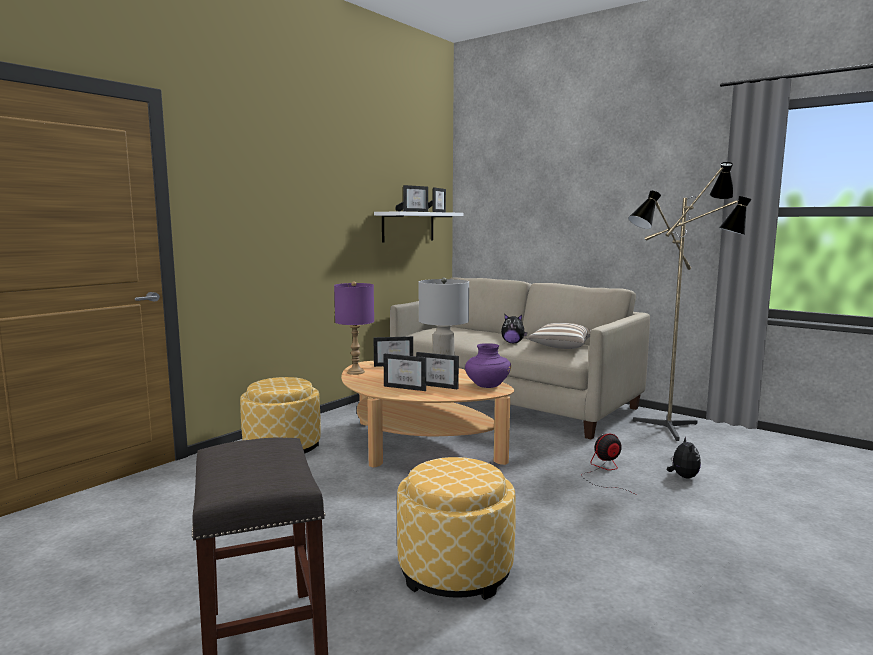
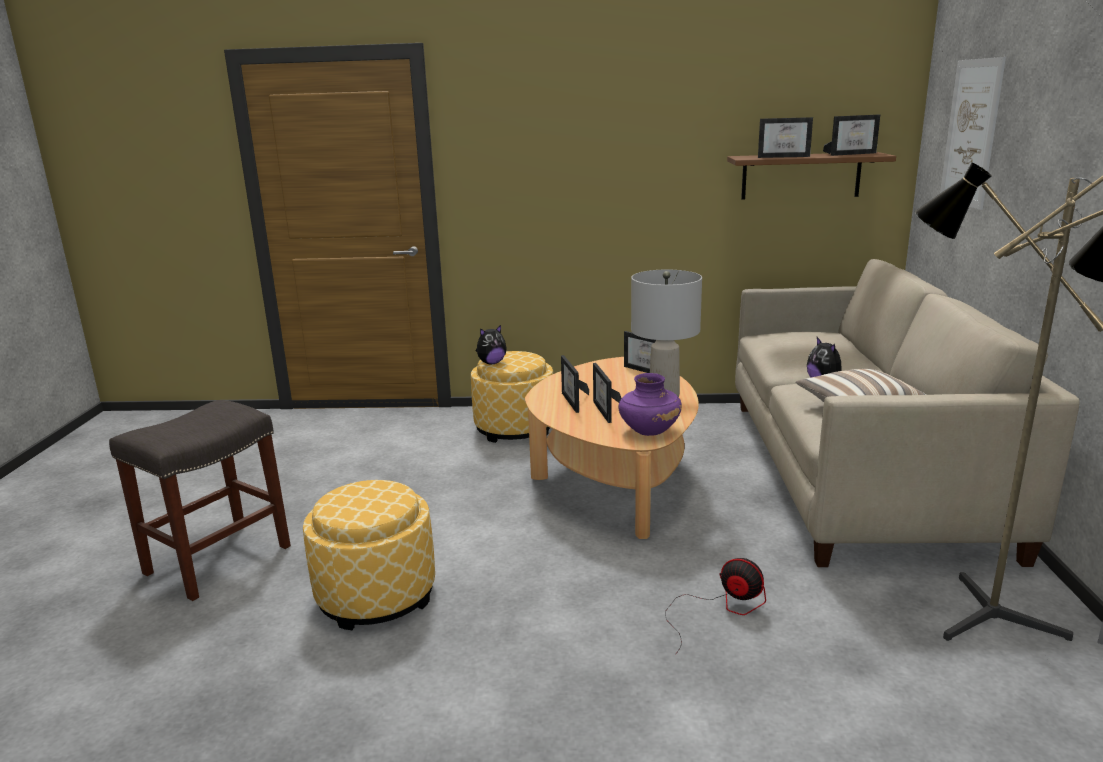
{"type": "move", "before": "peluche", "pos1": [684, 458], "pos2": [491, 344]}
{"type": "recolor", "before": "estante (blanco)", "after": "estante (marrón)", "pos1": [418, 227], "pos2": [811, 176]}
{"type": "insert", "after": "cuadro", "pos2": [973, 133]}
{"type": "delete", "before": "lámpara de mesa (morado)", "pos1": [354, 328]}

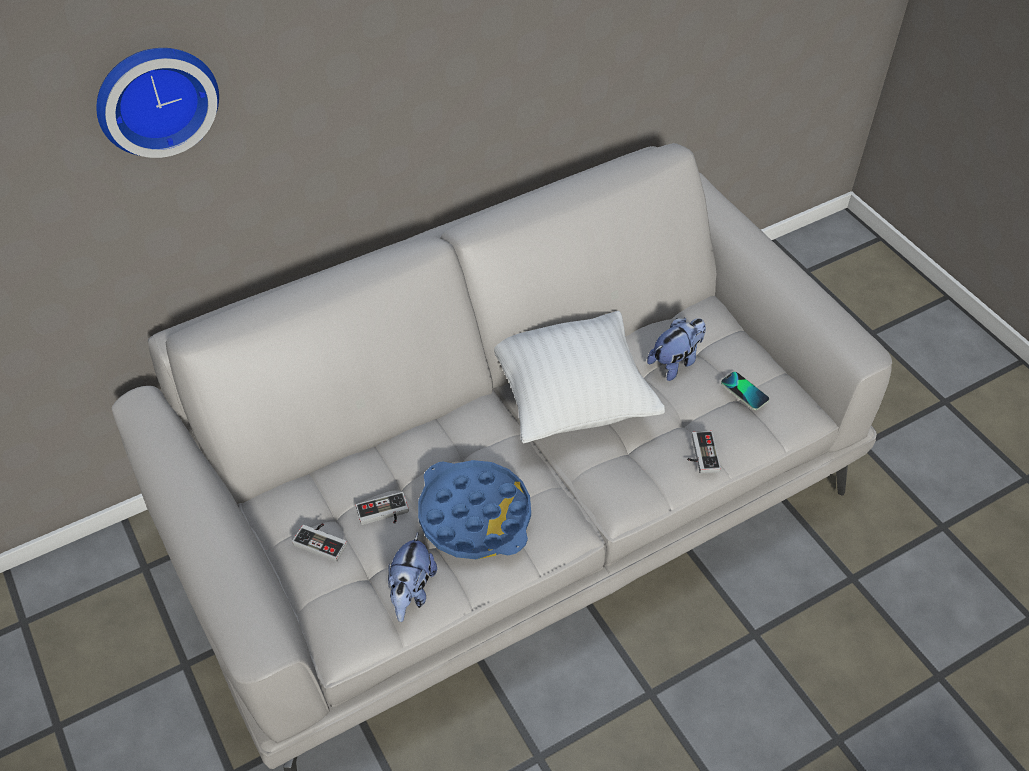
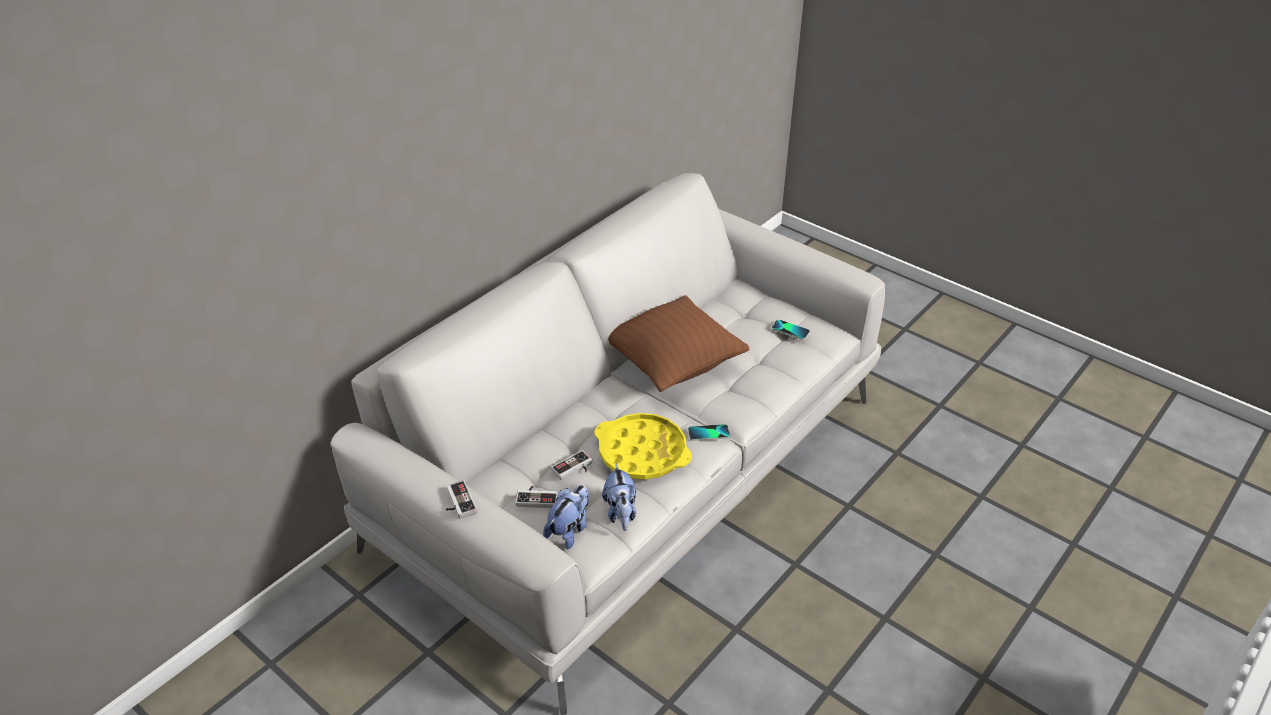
{"type": "move", "before": "mando de consola", "pos1": [704, 452], "pos2": [461, 499]}
{"type": "move", "before": "peluche", "pos1": [676, 349], "pos2": [566, 517]}
{"type": "recolor", "before": "bandeja (azul)", "after": "bandeja (amarillo)", "pos1": [474, 509], "pos2": [643, 446]}
{"type": "recolor", "before": "cojín (blanco)", "after": "cojín (marrón)", "pos1": [579, 377], "pos2": [678, 343]}
{"type": "insert", "after": "móvil", "pos2": [709, 432]}
{"type": "delete", "before": "reloj de pared", "pos1": [158, 103]}

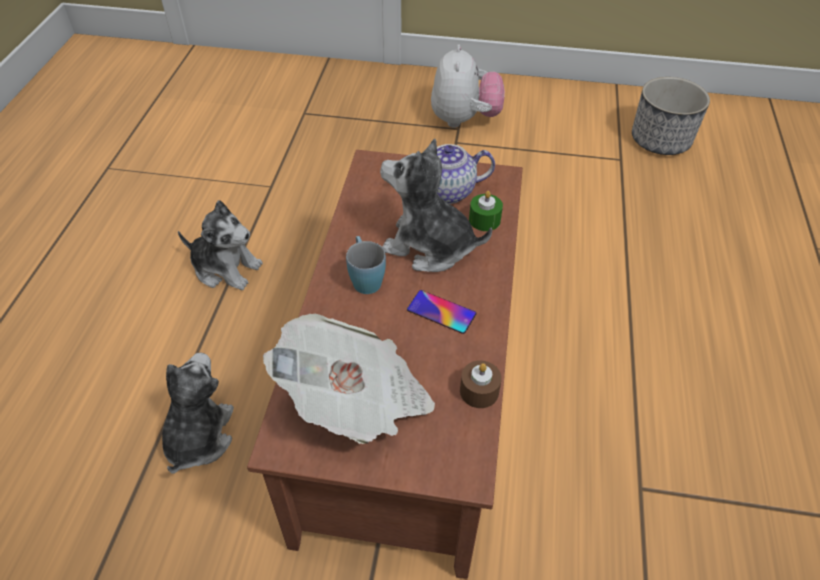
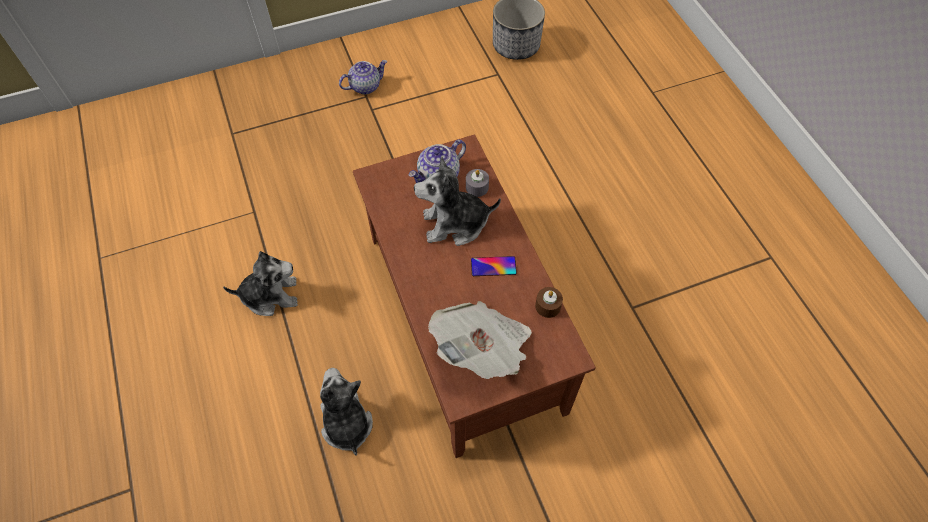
{"type": "replace", "before": "peluche", "after": "tetera", "pos1": [468, 86], "pos2": [363, 77]}
{"type": "recolor", "before": "vela (verde)", "after": "vela (gris)", "pos1": [486, 211], "pos2": [477, 183]}
{"type": "delete", "before": "taza grande (azul)", "pos1": [366, 265]}

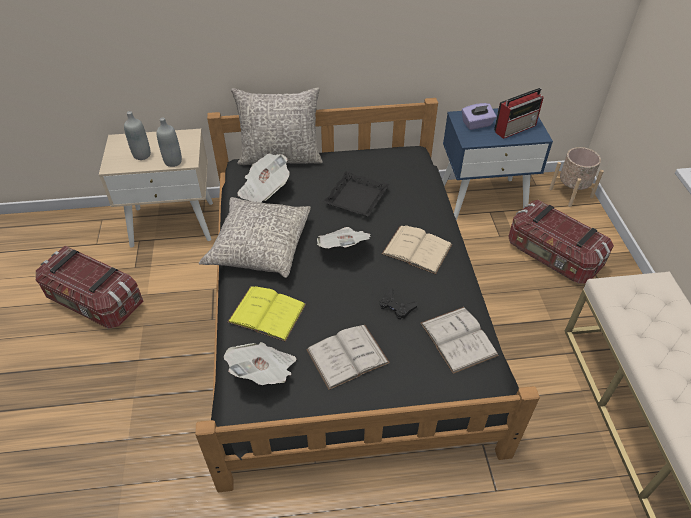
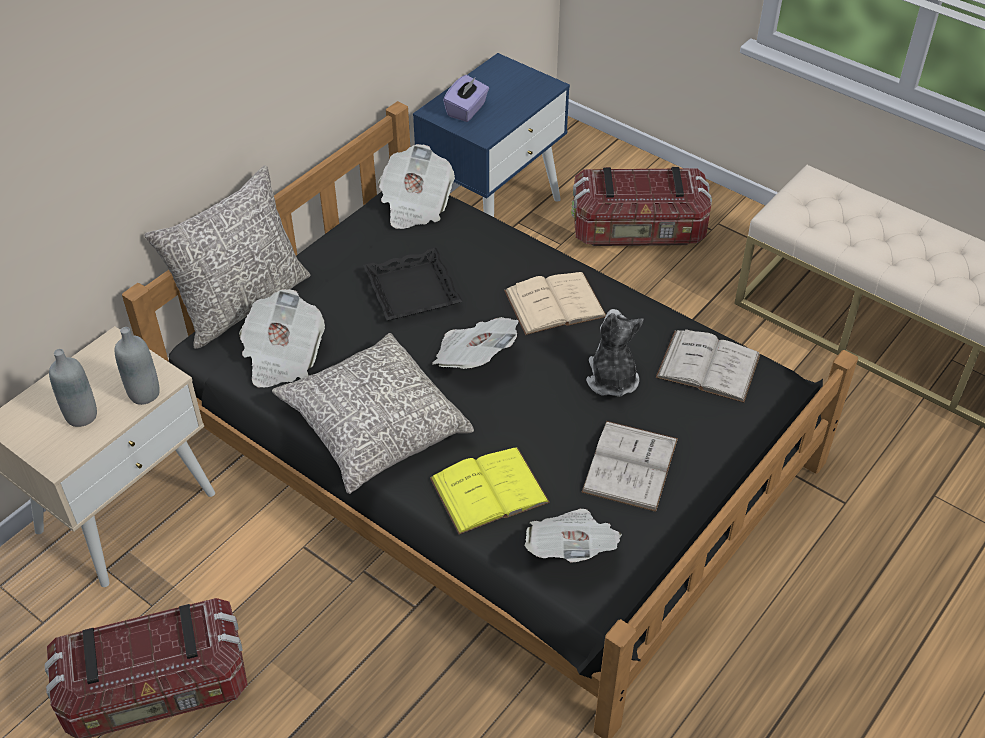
{"type": "insert", "after": "periódico", "pos2": [416, 186]}
{"type": "replace", "before": "mando de consola (negro)", "after": "peluche", "pos1": [398, 303], "pos2": [615, 353]}
{"type": "delete", "before": "radio", "pos1": [519, 113]}
{"type": "delete", "before": "maceta (beis)", "pos1": [576, 177]}

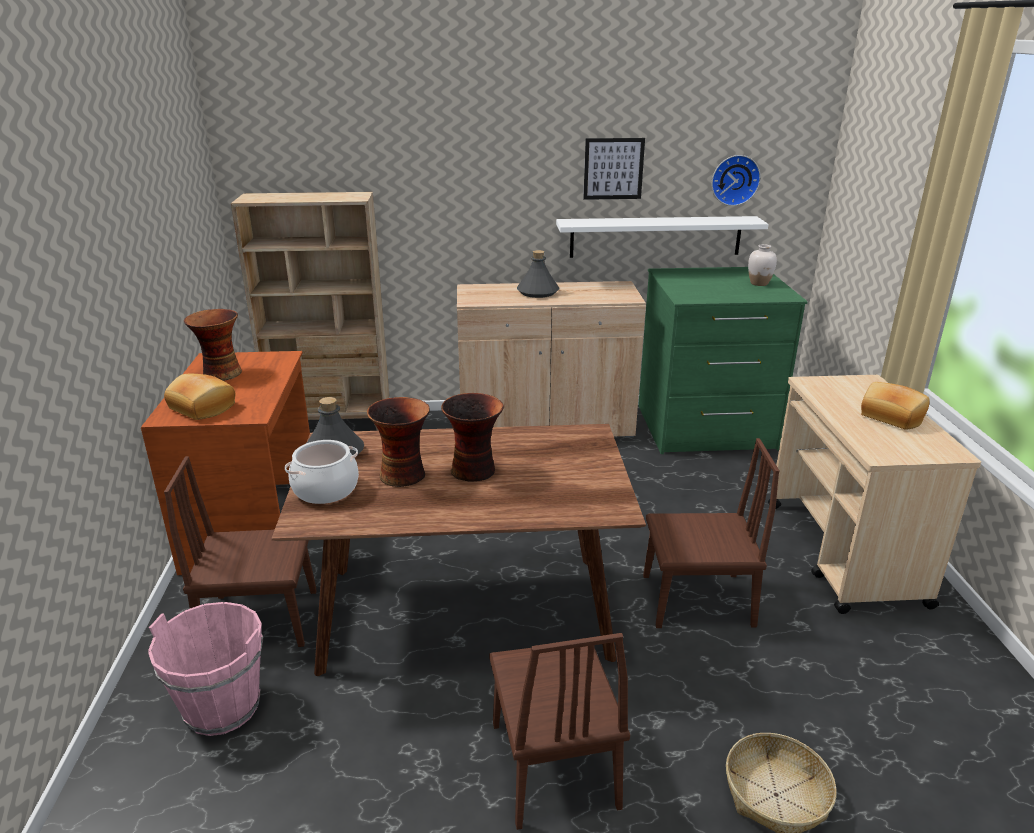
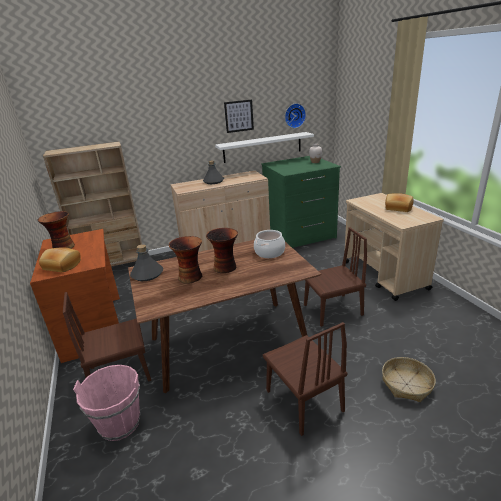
{"type": "move", "before": "olla", "pos1": [322, 472], "pos2": [269, 244]}

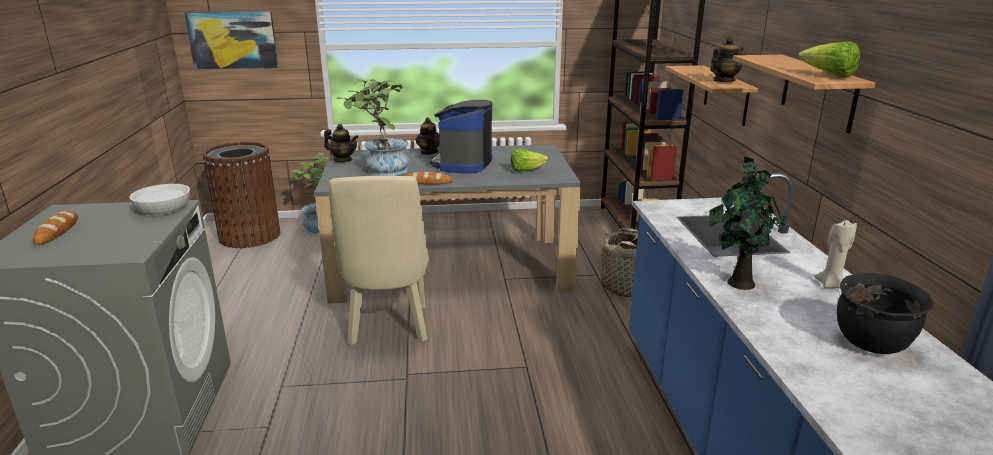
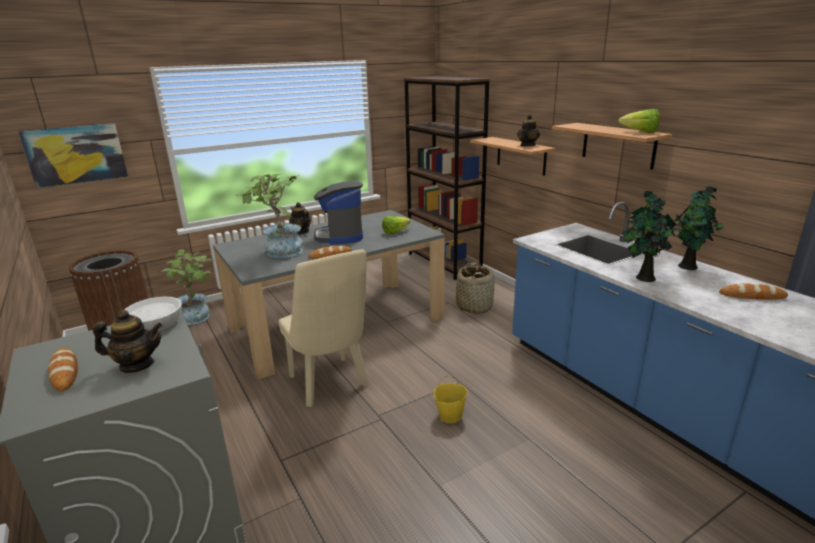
{"type": "move", "before": "tetera", "pos1": [341, 143], "pos2": [127, 341]}
{"type": "insert", "after": "cubo (amarillo)", "pos2": [451, 399]}
{"type": "replace", "before": "vela (beis)", "after": "planta en maceta", "pos1": [835, 253], "pos2": [699, 228]}
{"type": "replace", "before": "olla (negro)", "after": "pan", "pos1": [885, 313], "pos2": [753, 292]}

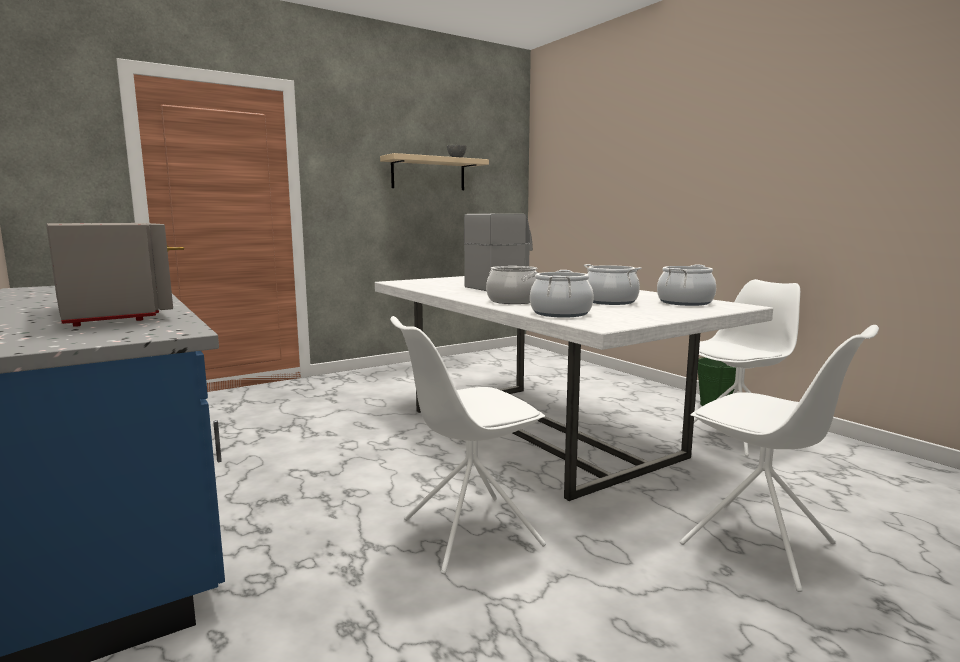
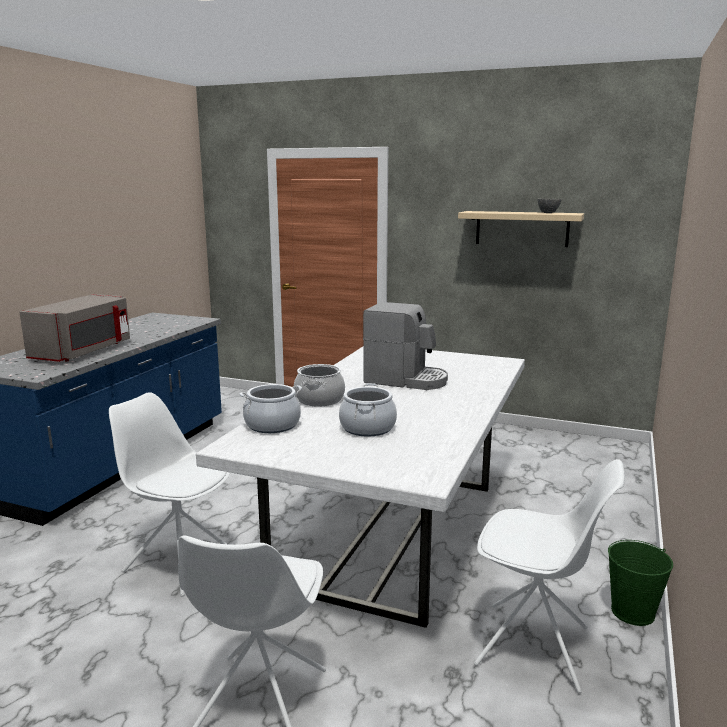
{"type": "delete", "before": "olla", "pos1": [686, 285]}

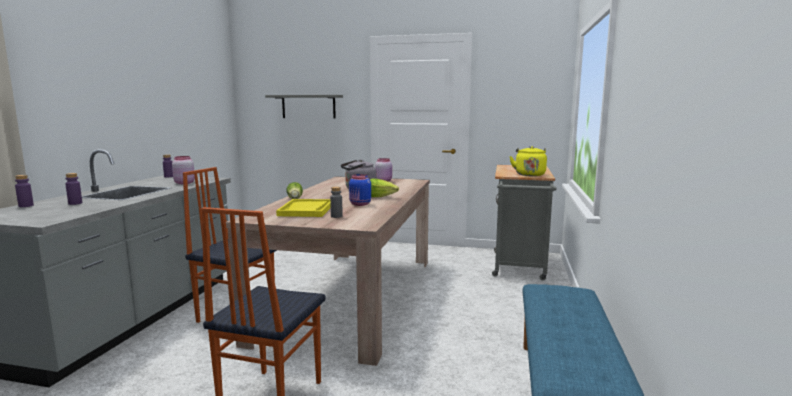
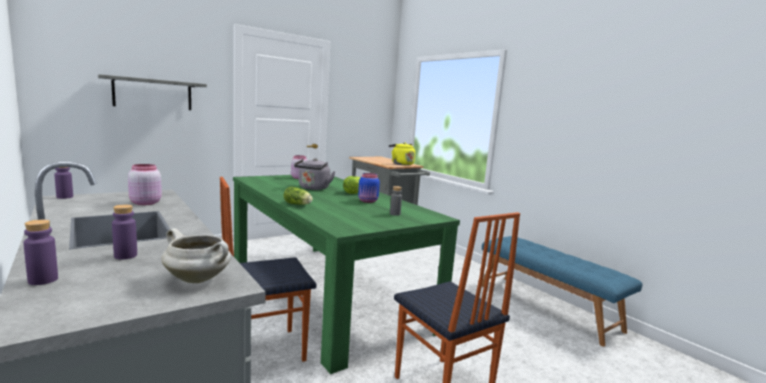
{"type": "insert", "after": "olla (blanco)", "pos2": [196, 255]}
{"type": "recolor", "before": "mesa de comedor (beis)", "after": "mesa de comedor (verde)", "pos1": [328, 271], "pos2": [346, 274]}
{"type": "delete", "before": "bandeja (amarillo)", "pos1": [303, 208]}

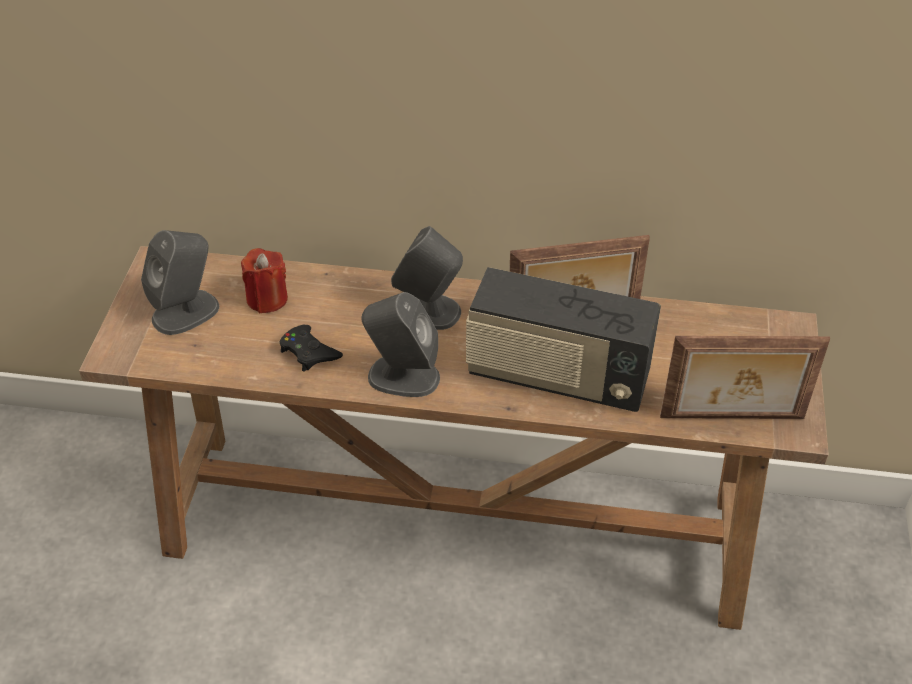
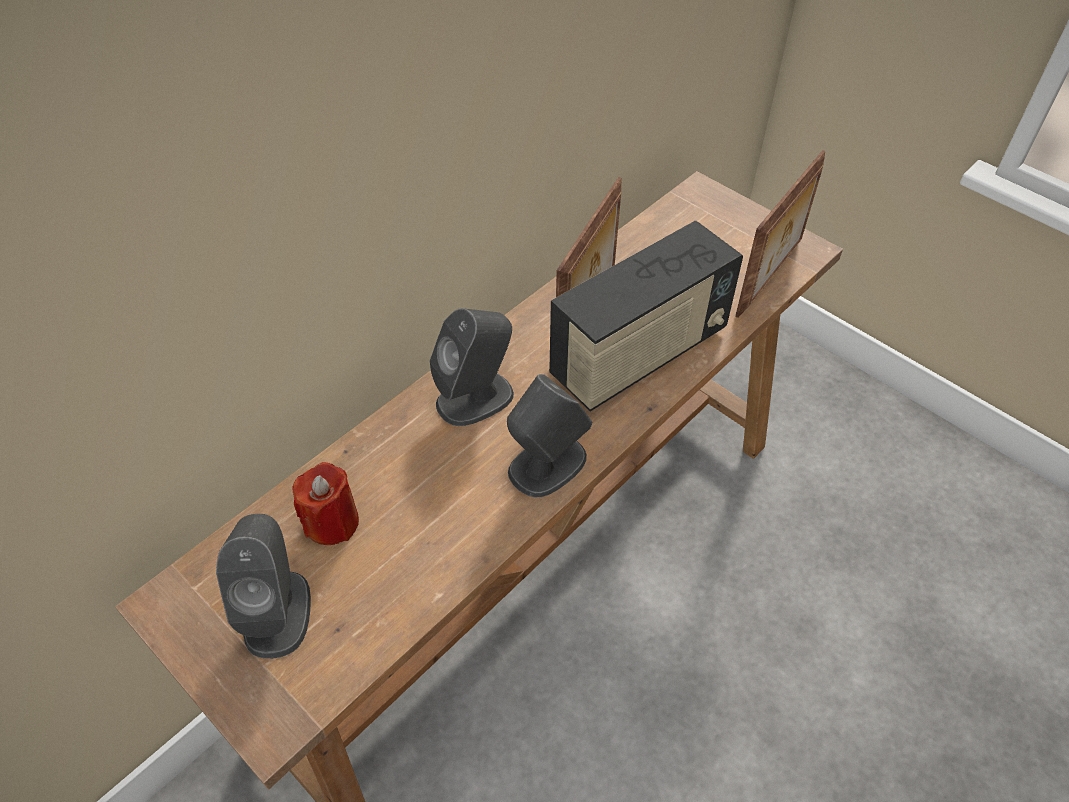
{"type": "delete", "before": "mando de consola (negro)", "pos1": [311, 348]}

